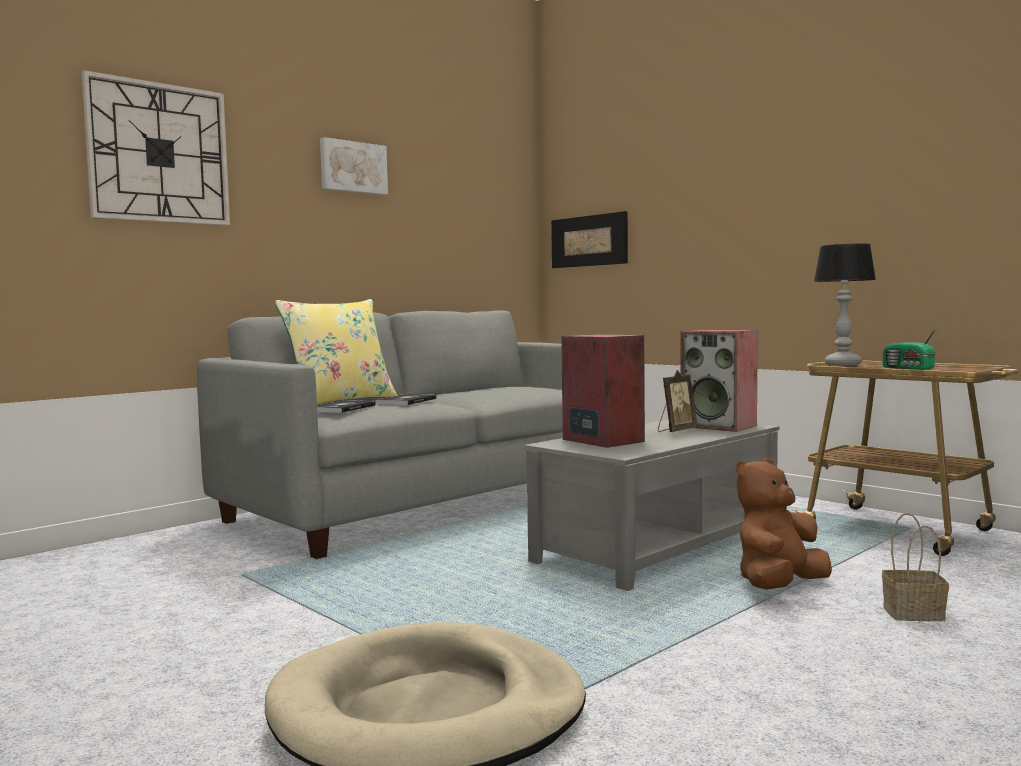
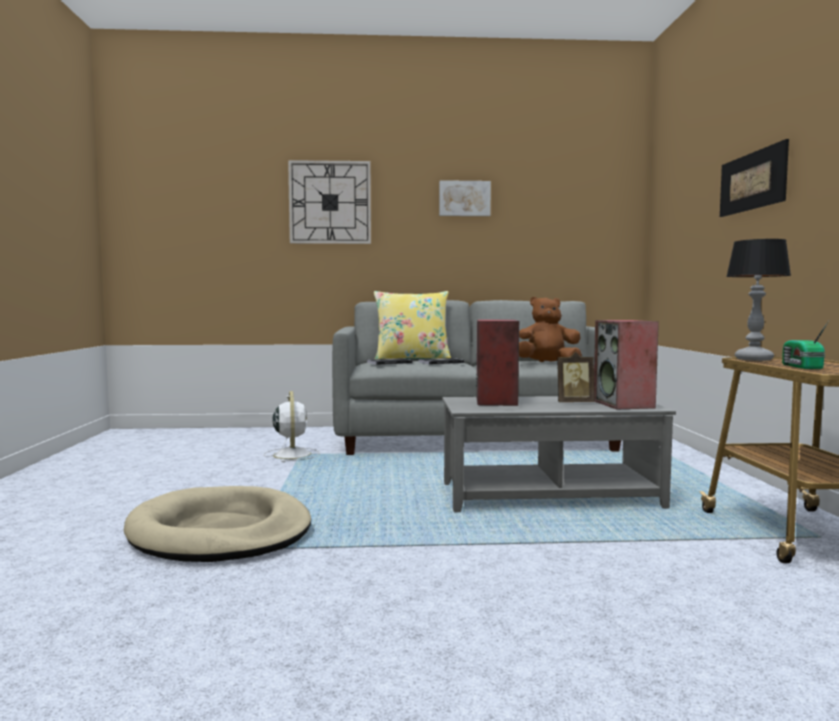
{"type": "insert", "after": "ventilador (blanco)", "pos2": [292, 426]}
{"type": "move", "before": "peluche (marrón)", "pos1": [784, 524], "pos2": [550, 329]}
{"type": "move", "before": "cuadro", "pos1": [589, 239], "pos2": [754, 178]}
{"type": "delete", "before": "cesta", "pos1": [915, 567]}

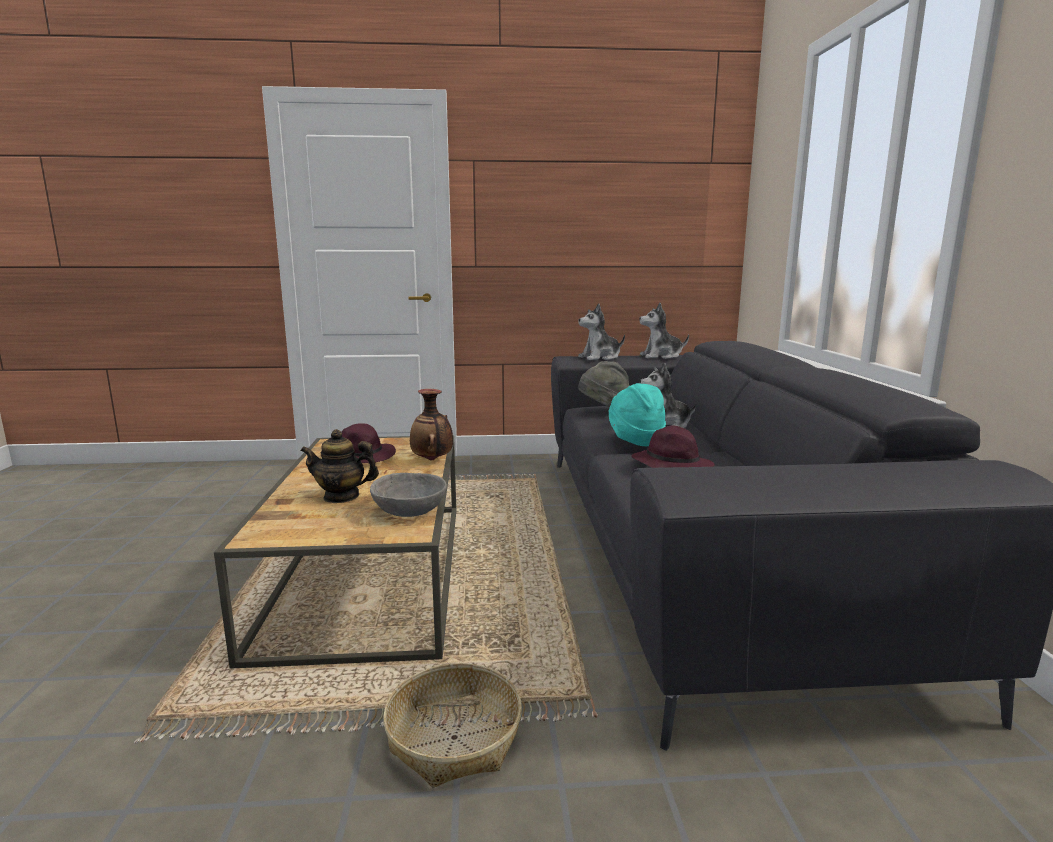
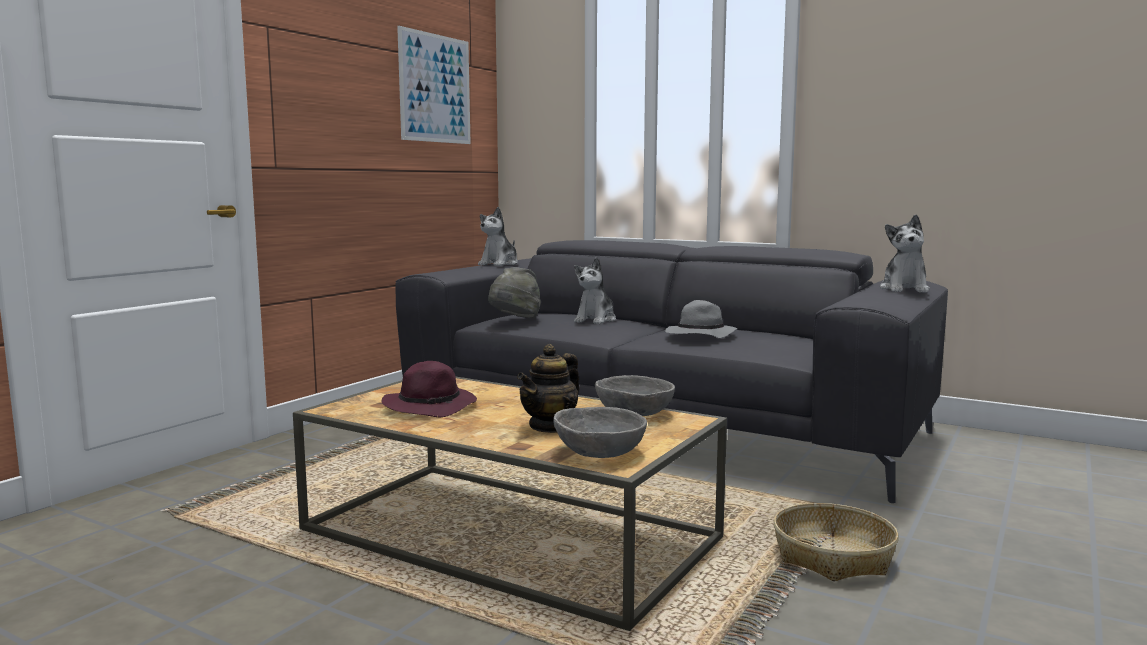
{"type": "insert", "after": "cuadro", "pos2": [434, 85]}
{"type": "insert", "after": "cuenco (gris)", "pos2": [600, 432]}
{"type": "recolor", "before": "sombrero (morado)", "after": "sombrero (gris)", "pos1": [673, 446], "pos2": [701, 319]}
{"type": "move", "before": "peluche", "pos1": [601, 331], "pos2": [905, 254]}
{"type": "delete", "before": "florero", "pos1": [431, 425]}
{"type": "delete", "before": "sombrero (turquesa)", "pos1": [637, 414]}

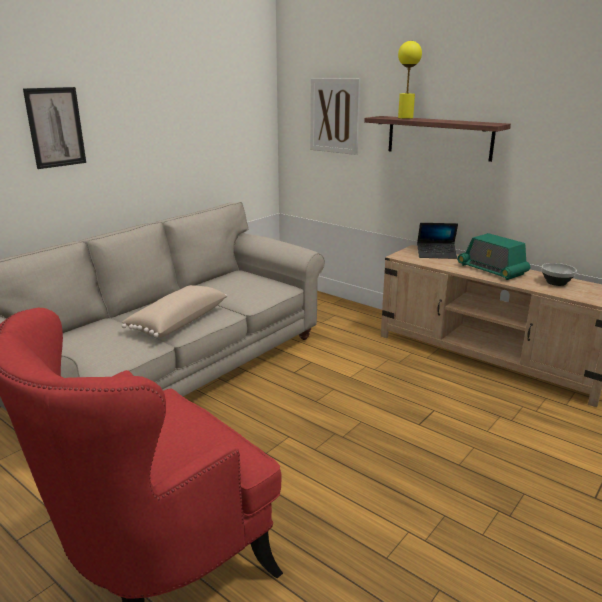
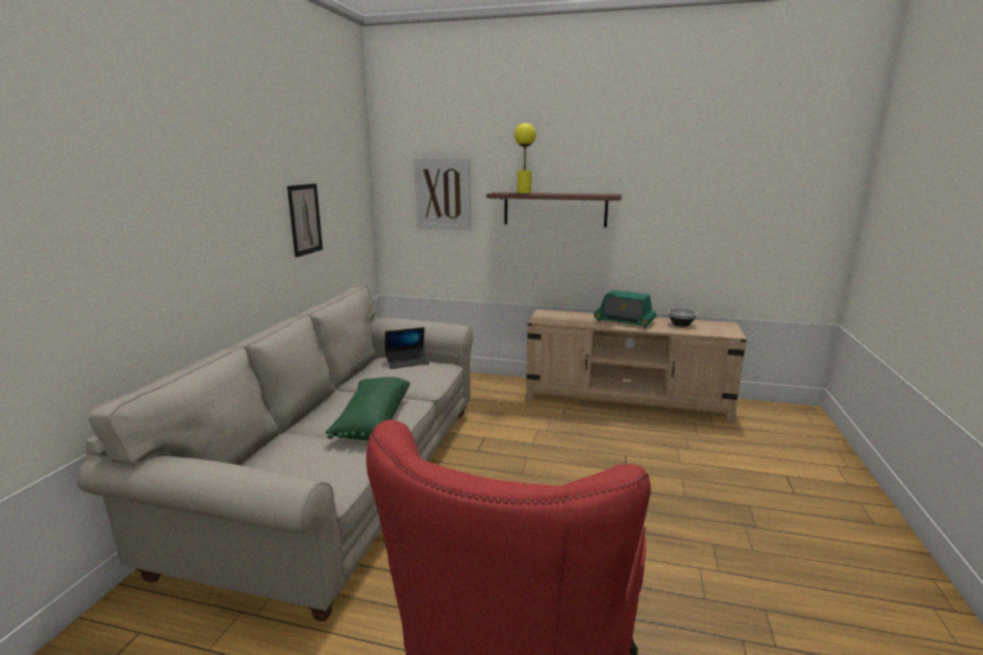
{"type": "move", "before": "cuadro", "pos1": [54, 128], "pos2": [305, 220]}
{"type": "recolor", "before": "cojín (beis)", "after": "cojín (verde)", "pos1": [174, 311], "pos2": [367, 408]}
{"type": "move", "before": "portátil", "pos1": [437, 241], "pos2": [407, 348]}

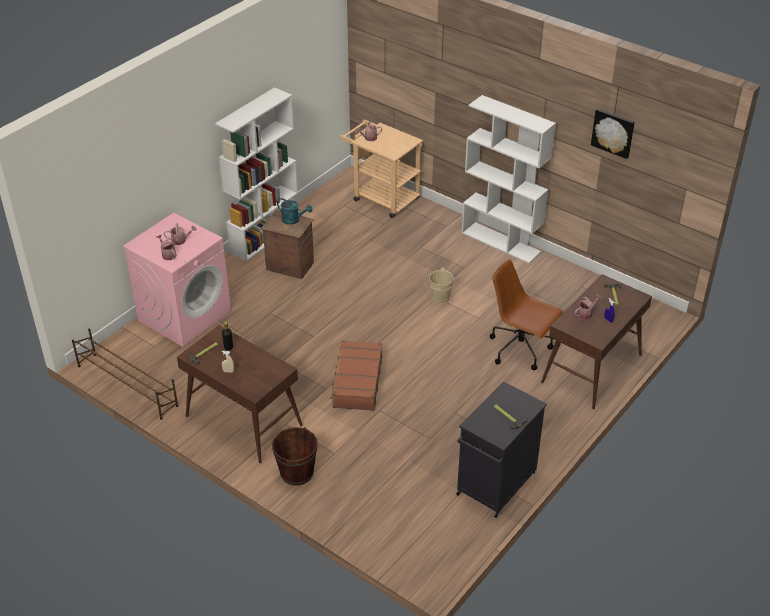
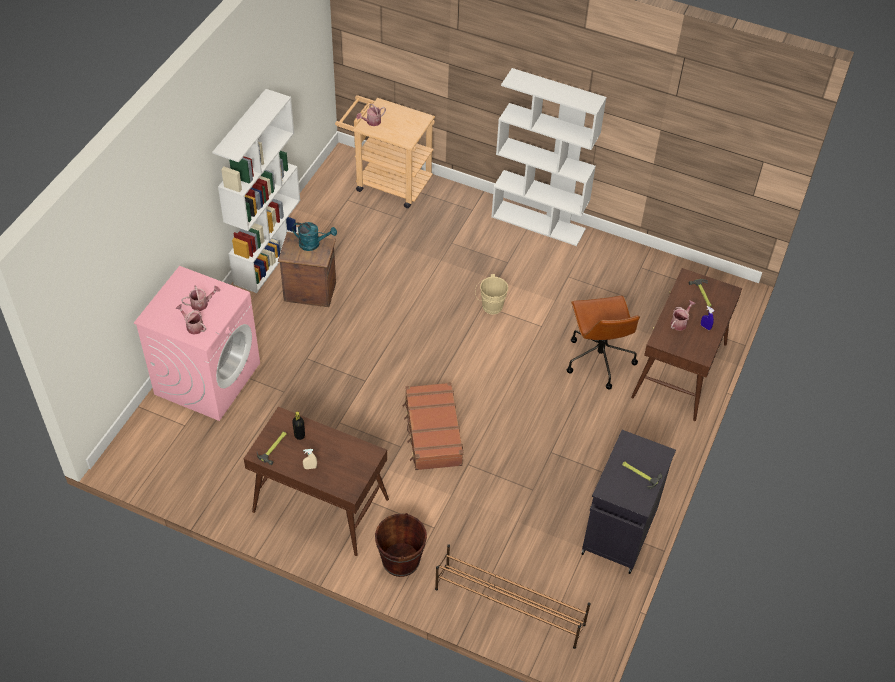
{"type": "move", "before": "zapatero (marrón)", "pos1": [125, 374], "pos2": [513, 596]}
{"type": "rotate", "before": "silla de oficina (marrón)", "pos1": [527, 314], "pos2": [603, 343], "turn": -120}
{"type": "delete", "before": "cuadro", "pos1": [613, 133]}

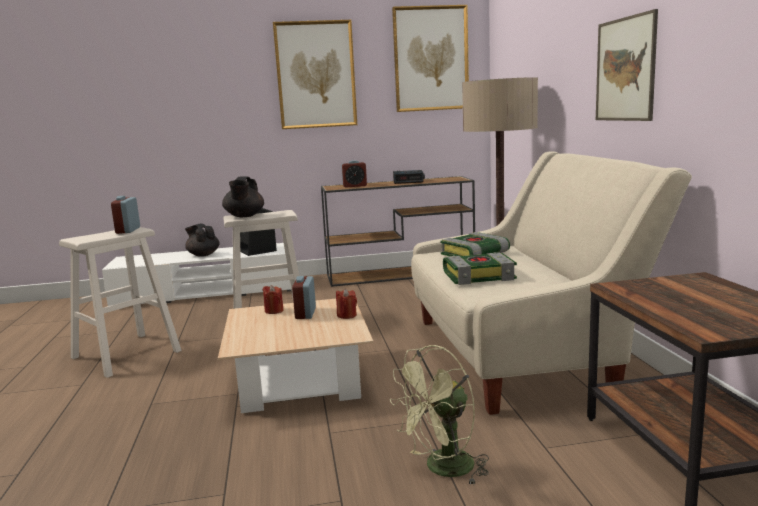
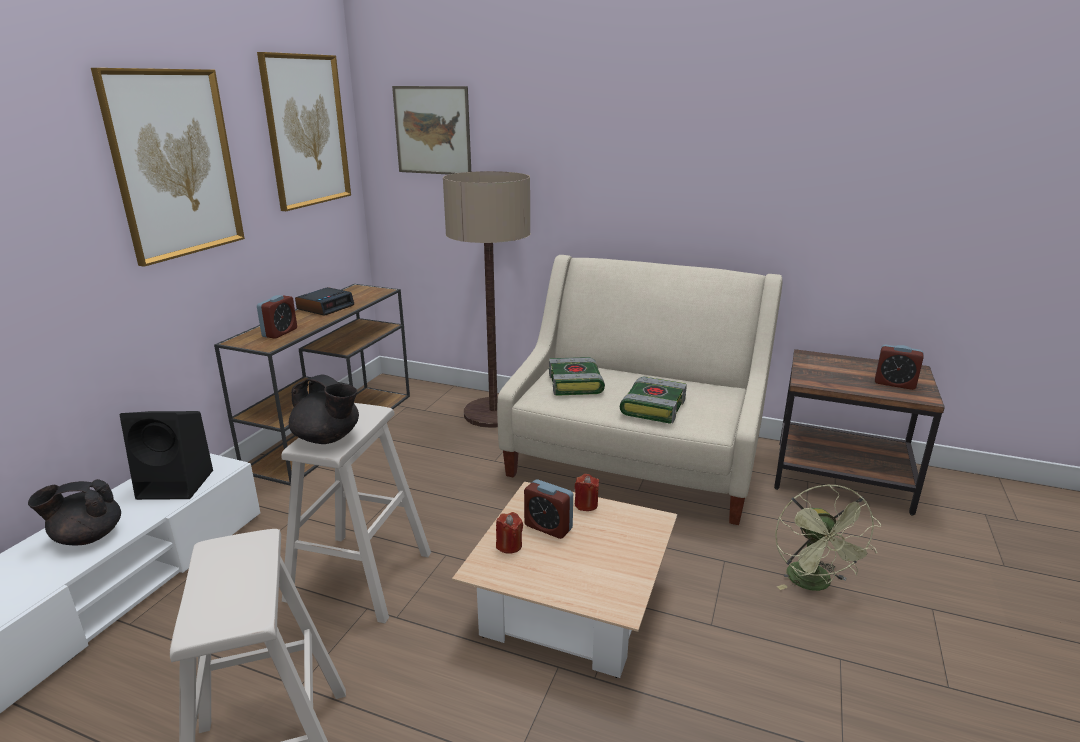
{"type": "move", "before": "cuadro", "pos1": [627, 65], "pos2": [431, 130]}
{"type": "move", "before": "despertador", "pos1": [125, 215], "pos2": [899, 367]}

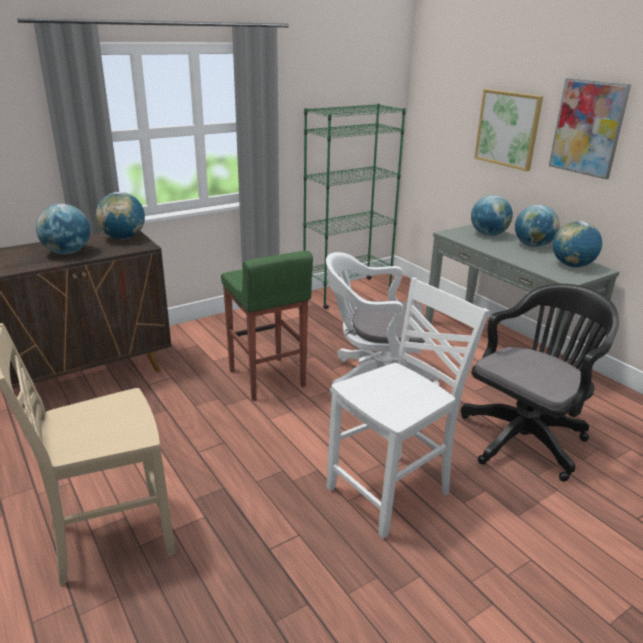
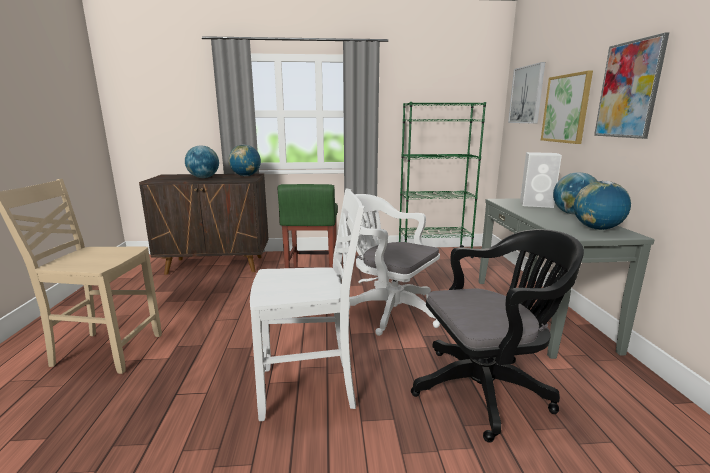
{"type": "insert", "after": "cuadro", "pos2": [526, 92]}
{"type": "replace", "before": "globo terráqueo", "after": "altavoz (blanco)", "pos1": [492, 215], "pos2": [541, 180]}

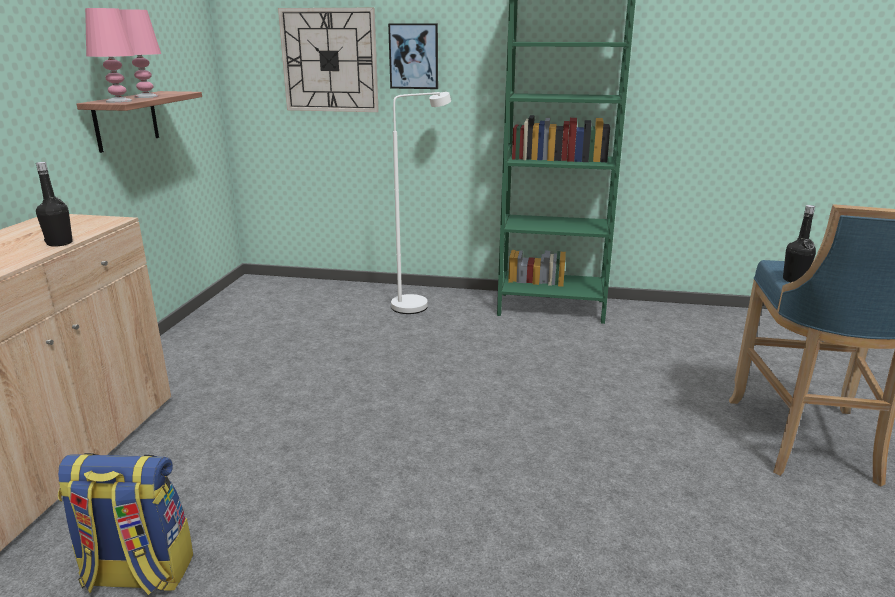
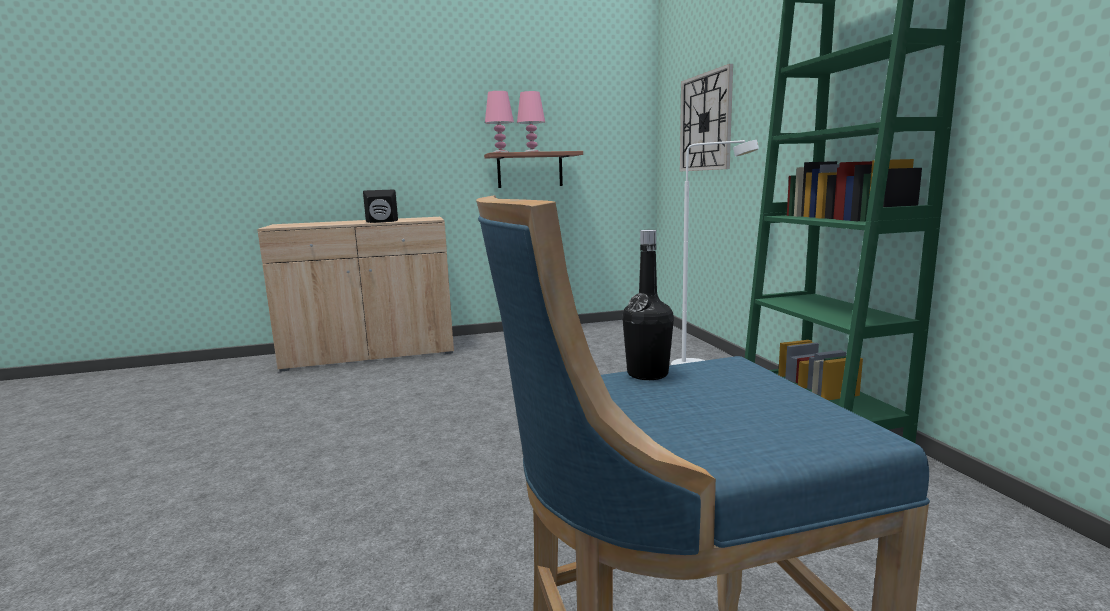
{"type": "replace", "before": "botella (negro)", "after": "altavoz (negro)", "pos1": [54, 204], "pos2": [380, 206]}
{"type": "delete", "before": "mochila", "pos1": [125, 524]}
{"type": "delete", "before": "cuadro", "pos1": [413, 56]}

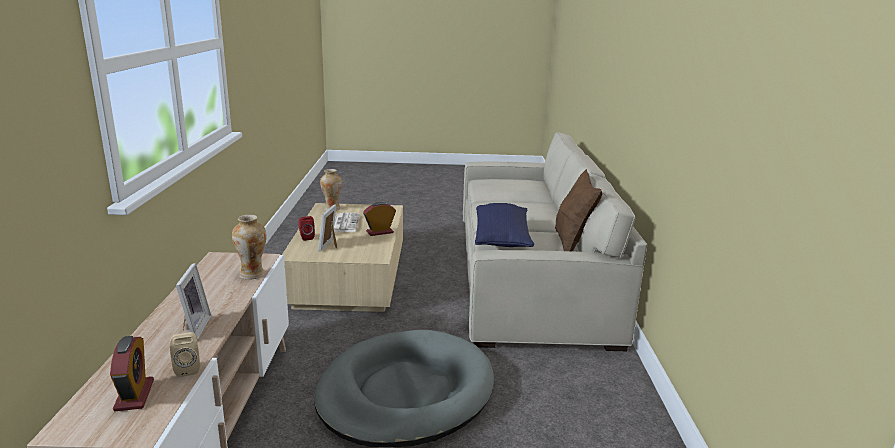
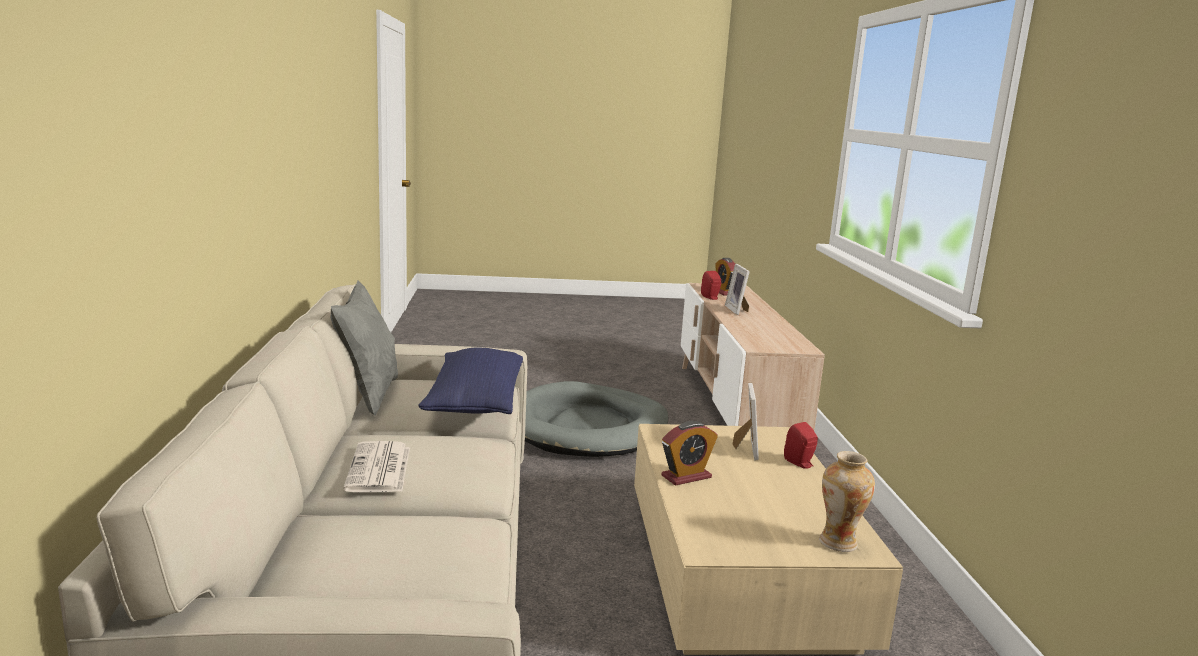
{"type": "recolor", "before": "cojín (marrón)", "after": "cojín (gris)", "pos1": [579, 210], "pos2": [364, 348]}
{"type": "move", "before": "periódico", "pos1": [347, 222], "pos2": [376, 466]}
{"type": "recolor", "before": "altavoz (beis)", "after": "altavoz (rojo)", "pos1": [185, 354], "pos2": [711, 285]}
{"type": "delete", "before": "florero", "pos1": [249, 247]}

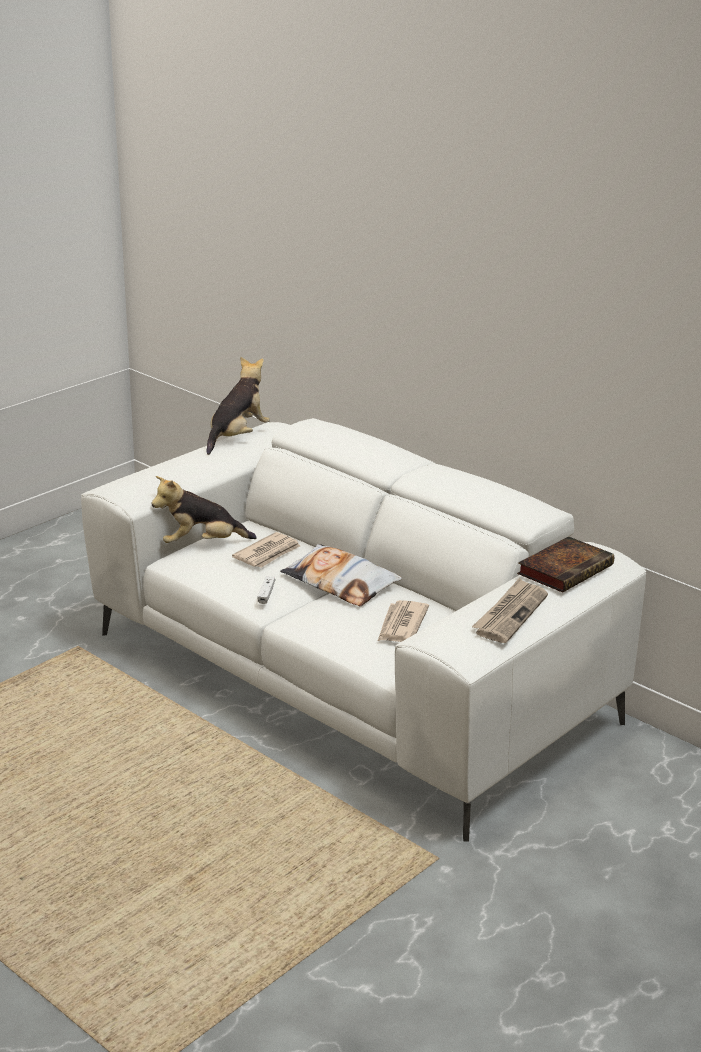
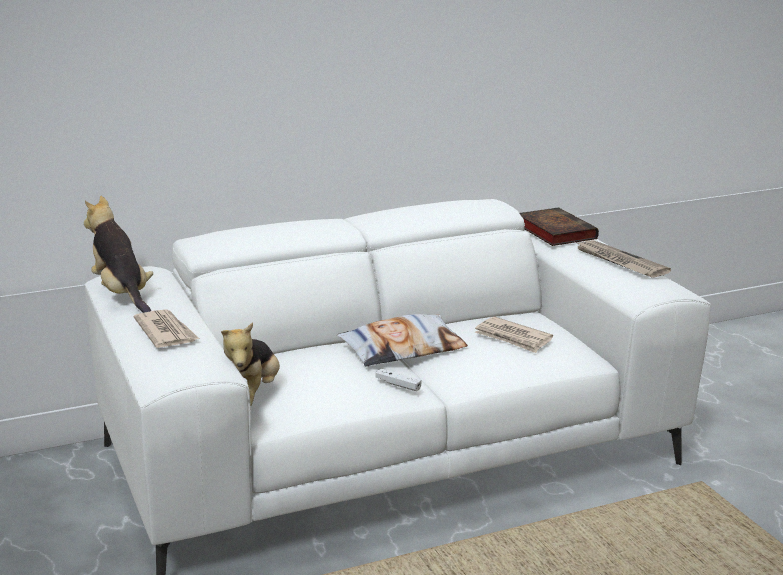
{"type": "move", "before": "periódico", "pos1": [266, 550], "pos2": [166, 328]}

